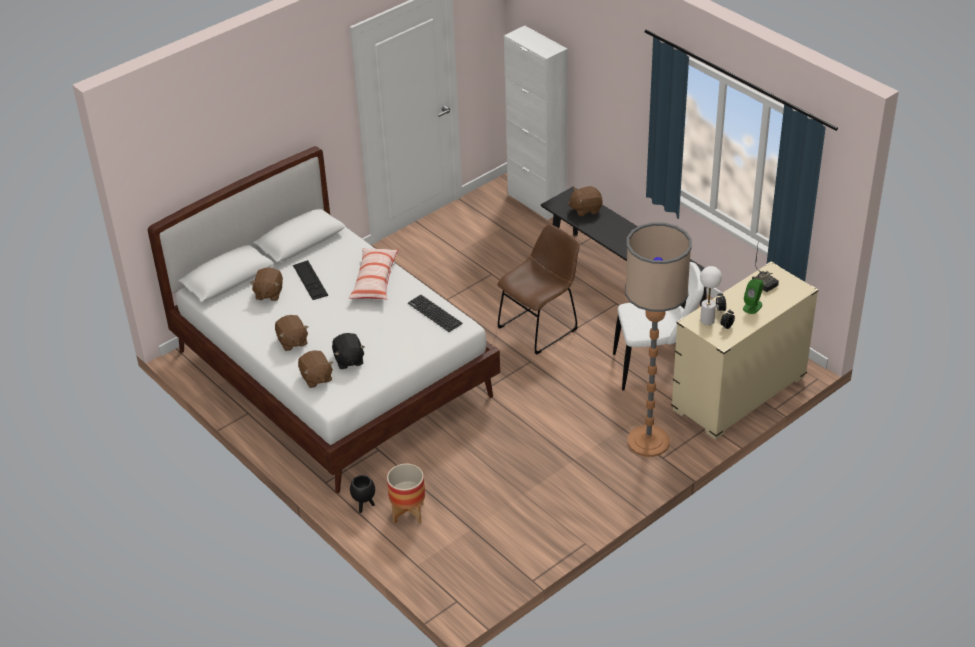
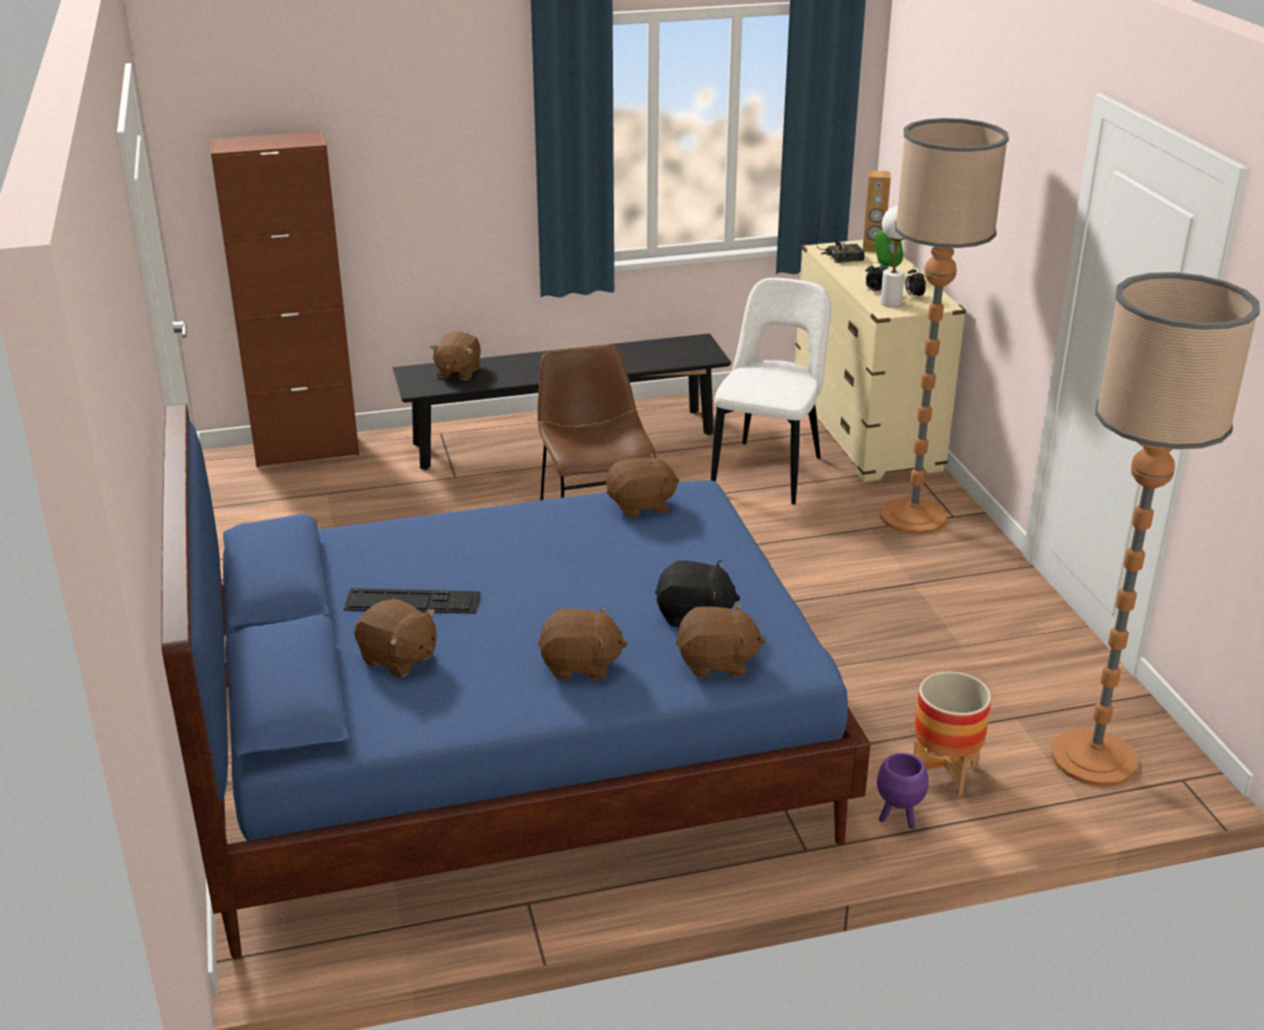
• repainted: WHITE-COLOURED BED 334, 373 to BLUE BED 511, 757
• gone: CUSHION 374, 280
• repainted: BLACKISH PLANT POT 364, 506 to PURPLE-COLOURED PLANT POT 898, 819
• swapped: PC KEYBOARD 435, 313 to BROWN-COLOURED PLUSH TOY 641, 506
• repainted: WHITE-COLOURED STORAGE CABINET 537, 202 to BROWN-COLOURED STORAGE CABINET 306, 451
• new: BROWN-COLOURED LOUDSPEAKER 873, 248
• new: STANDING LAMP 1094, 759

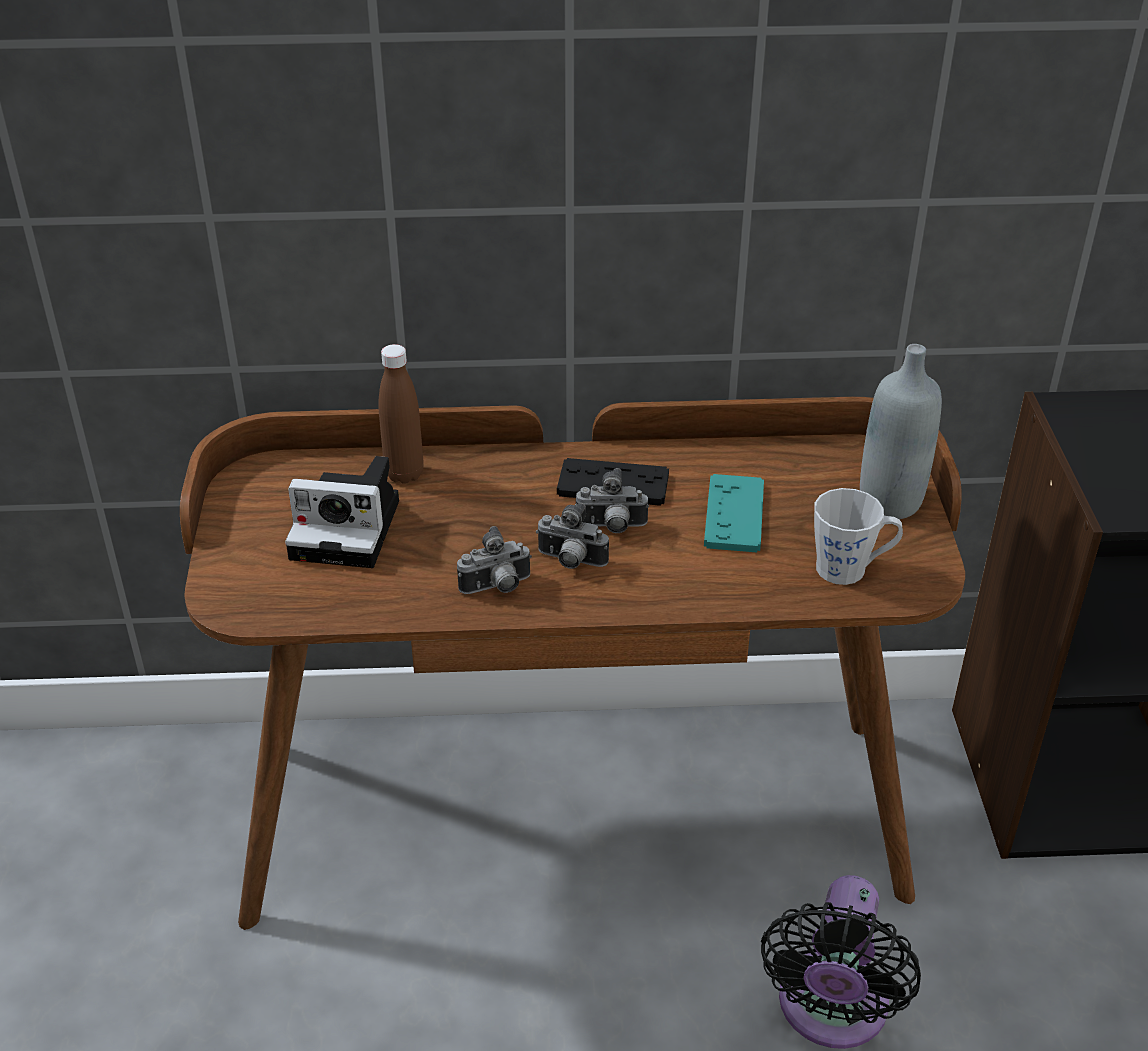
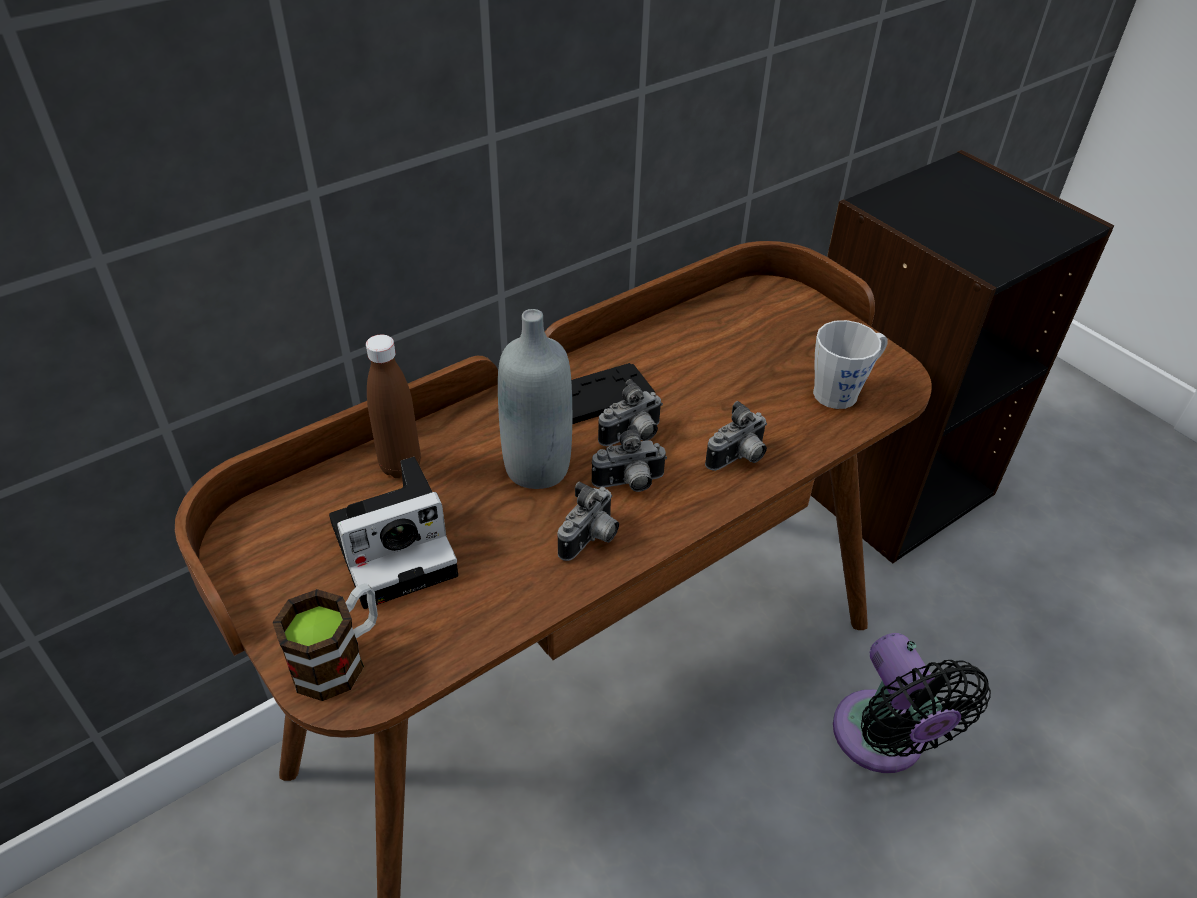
• gone: TURQUOISE GAMEPAD 734, 515
• shifted: GRAY DRINK BOTTLE 890, 501 to 537, 468
• new: MUG 340, 658
• new: STILL CAMERA 739, 459

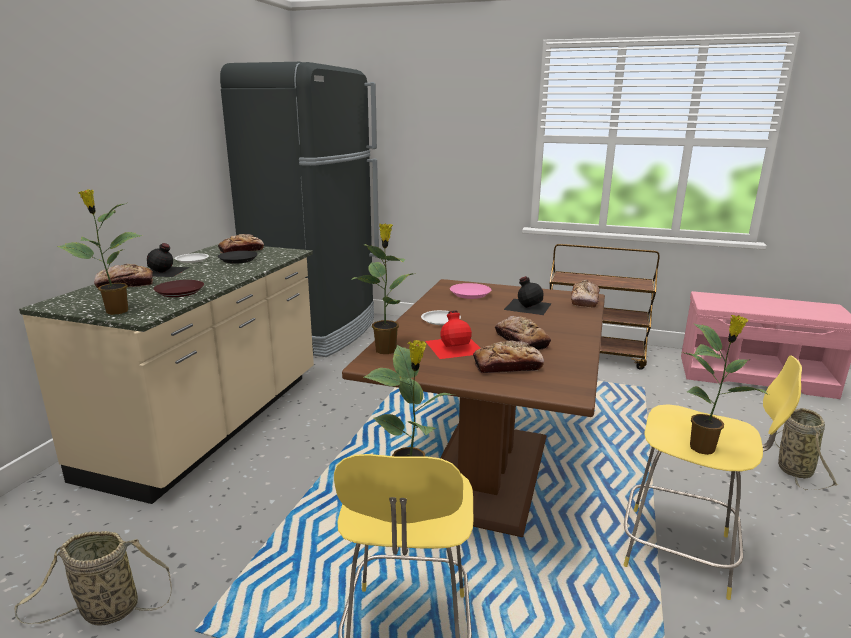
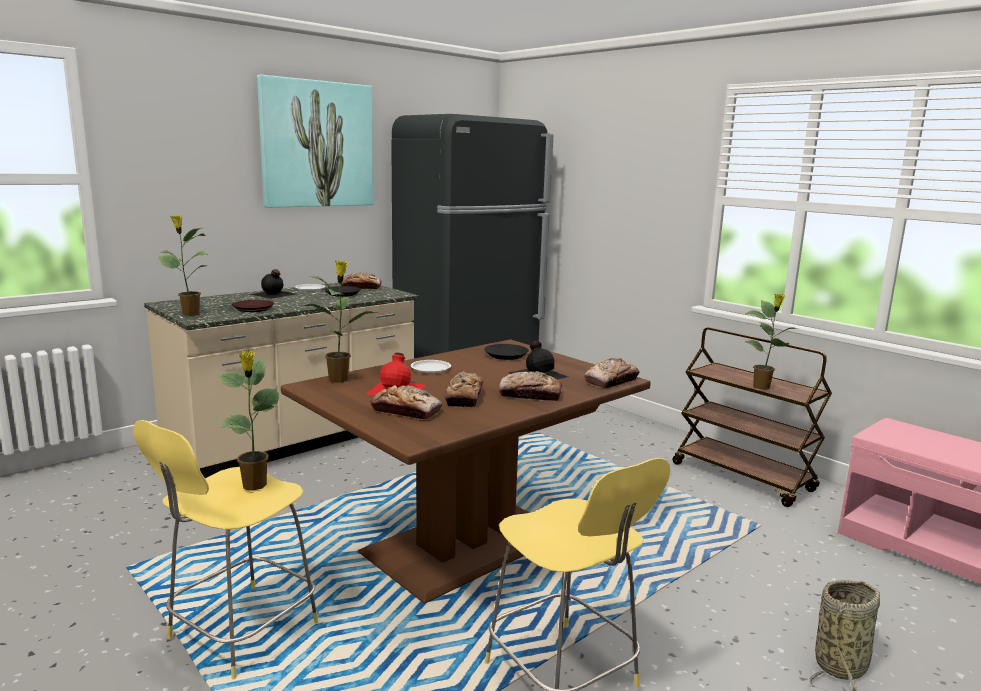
• gone: STORAGE BASKET 105, 611
• shifted: BAKERY BREAD 125, 284 to 530, 395
• repainted: PINK-COLOURED FLAT DISH 470, 294 to BLACKISH FLAT DISH 505, 355
• shifted: POTTED PLANT 704, 448 to 762, 387
• new: WALL PICTURE 317, 144

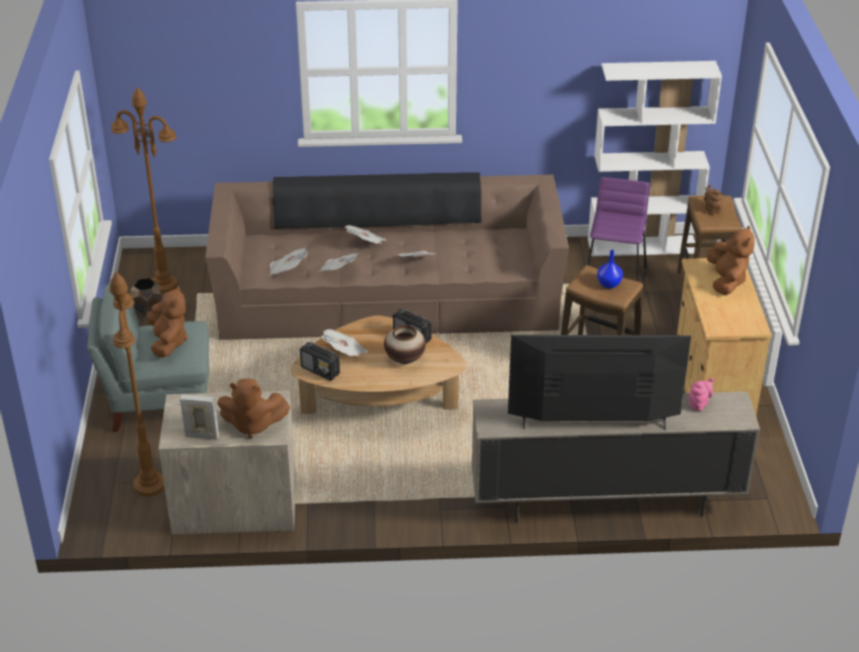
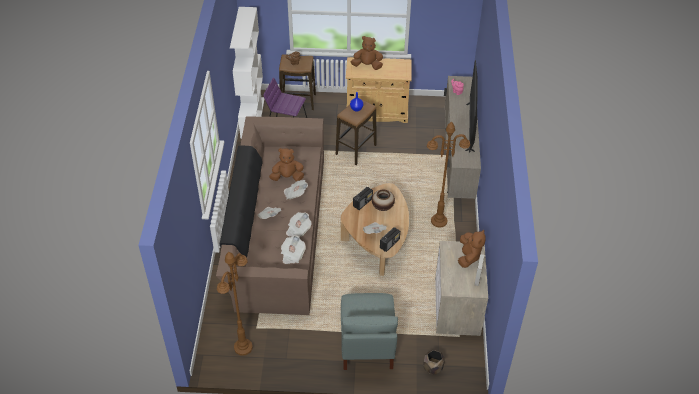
• shifted: BROWN-COLOURED STANDING LAMP 149, 485 to 438, 221
• shifted: BROWN-COLOURED PLANT POT 148, 308 to 432, 367
• shifted: BROWN-COLOURED PLUSH TOY 168, 342 to 287, 177

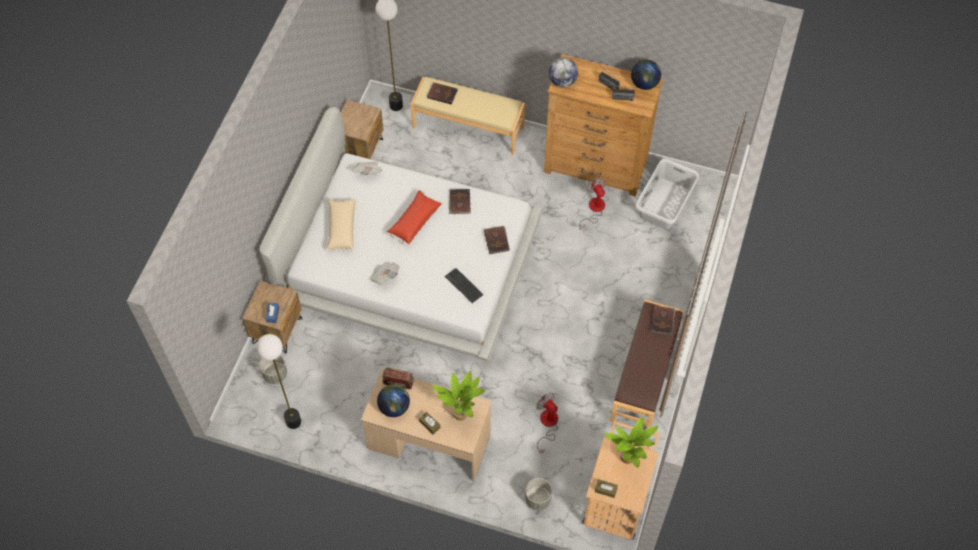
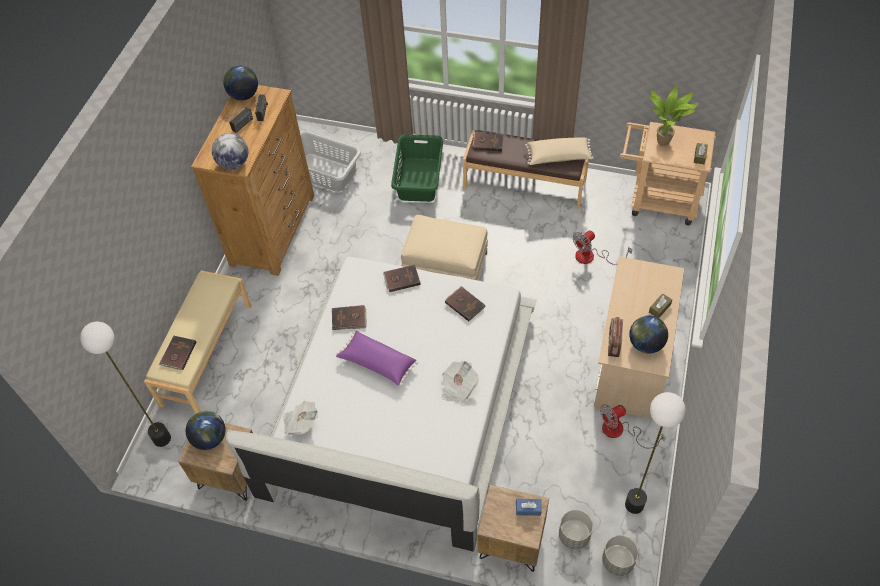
• shifted: SAND-COLOURED CUSHION 341, 229 to 558, 157
• repainted: RED-COLOURED CUSHION 414, 221 to PURPLE-COLOURED CUSHION 377, 363
• gone: POTTED PLANT 461, 414
• swapped: PC KEYBOARD 464, 285 to BROWN-COLOURED BOOK 465, 304
• shifted: GRAY PLANT POT 538, 499 to 617, 561
• shifted: COOLING FAN 594, 210 to 620, 431
• new: DESK GLOBE 210, 438
• new: GREEN-COLOURED LAUNDRY BASKET 418, 180
• new: SAND-COLOURED FOOTREST 445, 266

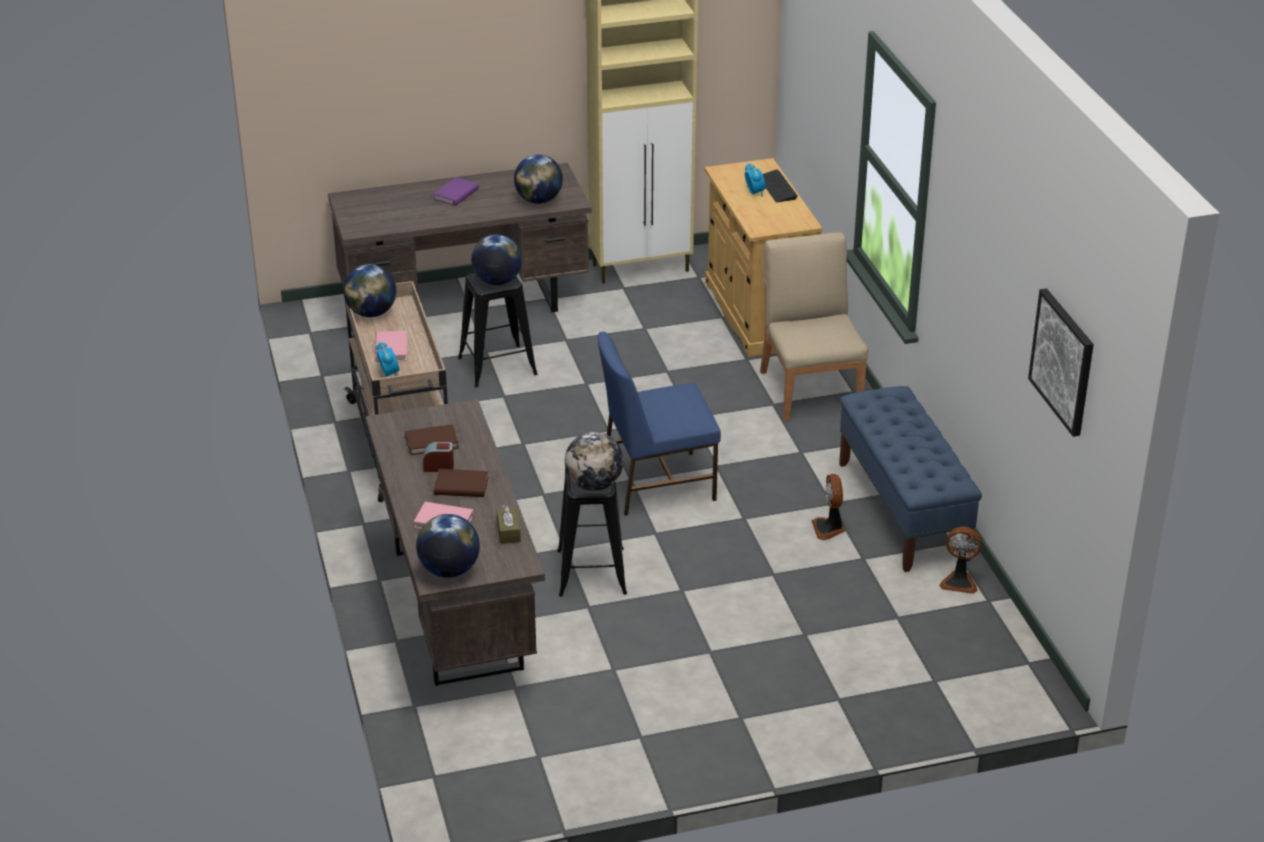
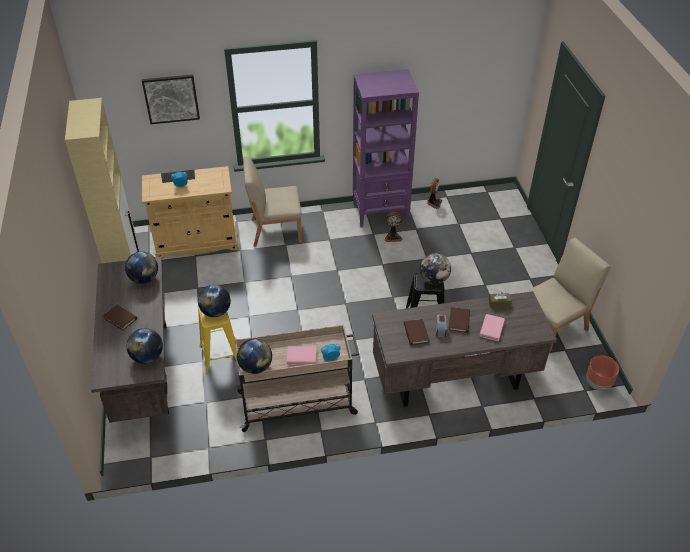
• shifted: DESK GLOBE 449, 570 to 147, 357
• repainted: PURPLE-COLOURED BOOK 456, 194 to BROWN-COLOURED BOOK 120, 318
• repainted: BLACKISH STOOL SEAT 498, 366 to YELLOWISH STOOL SEAT 220, 355
• gone: BLUE UPRIGHT CHAIR 656, 483
• swapped: BLUE INDOOR BENCH 903, 511 to PURPLE-COLOURED BOOKCASE 381, 212
• shifted: WALL PICTURE 1063, 361 to 171, 98
• new: SAND-COLOURED UPRIGHT CHAIR 553, 326
• new: BROWN-COLOURED PLANT POT 598, 384

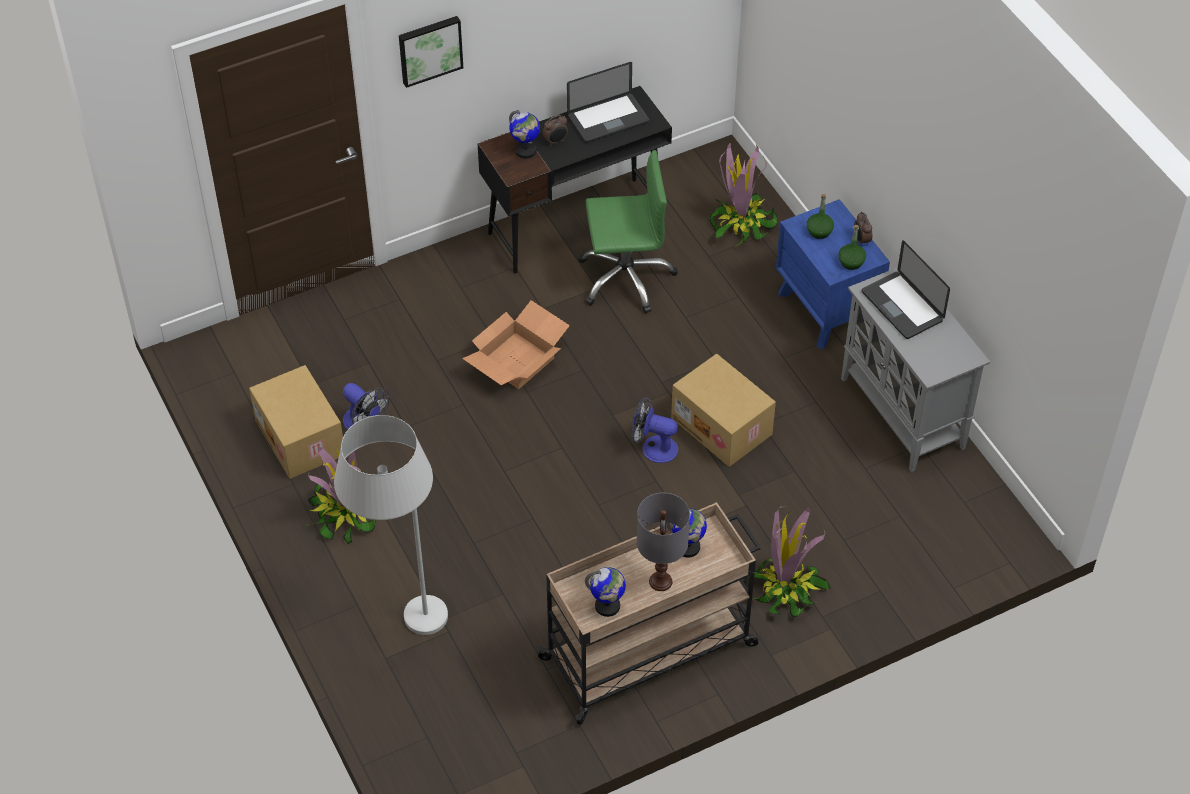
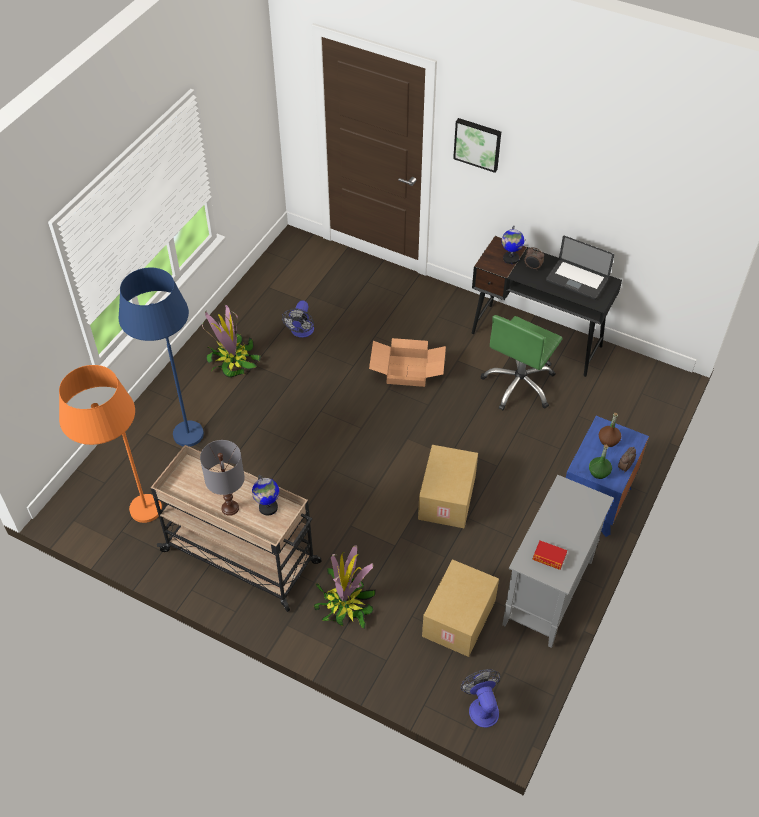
• shifted: CARDBOARD BOX 302, 438 to 460, 619
• repainted: WHITE-COLOURED STANDING LAMP 401, 618 to BLUE STANDING LAMP 178, 424
• rotated: GREEN-COLOURED COMPUTER CHAIR 625, 277 = 519, 385 75 degrees clockwise
• gone: DESK GLOBE 607, 606
• shifted: COOLING FAN 653, 447 to 481, 707
• gone: POTTED PLANT 741, 223
• repainted: GREEN-COLOURED DRINK BOTTLE 819, 231 to BROWN-COLOURED DRINK BOTTLE 608, 440
• gone: LAPTOP 902, 306
• new: ORANGEY STANDING LAMP 131, 519
• new: BOOK 549, 557

